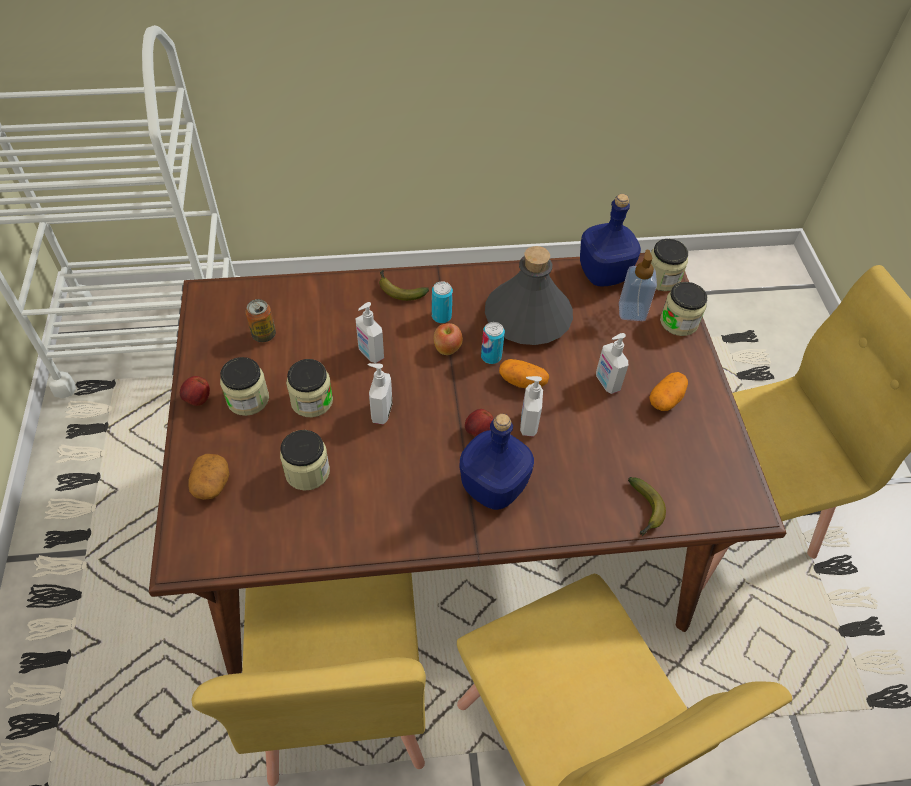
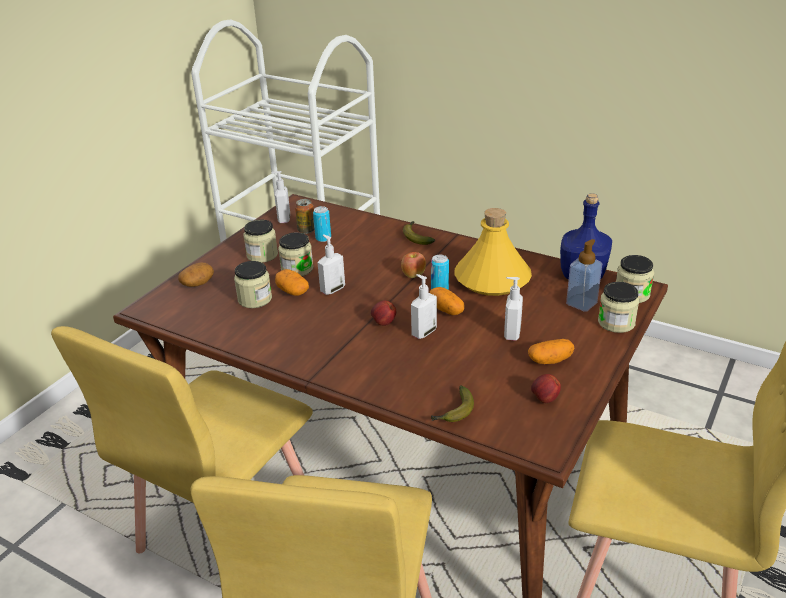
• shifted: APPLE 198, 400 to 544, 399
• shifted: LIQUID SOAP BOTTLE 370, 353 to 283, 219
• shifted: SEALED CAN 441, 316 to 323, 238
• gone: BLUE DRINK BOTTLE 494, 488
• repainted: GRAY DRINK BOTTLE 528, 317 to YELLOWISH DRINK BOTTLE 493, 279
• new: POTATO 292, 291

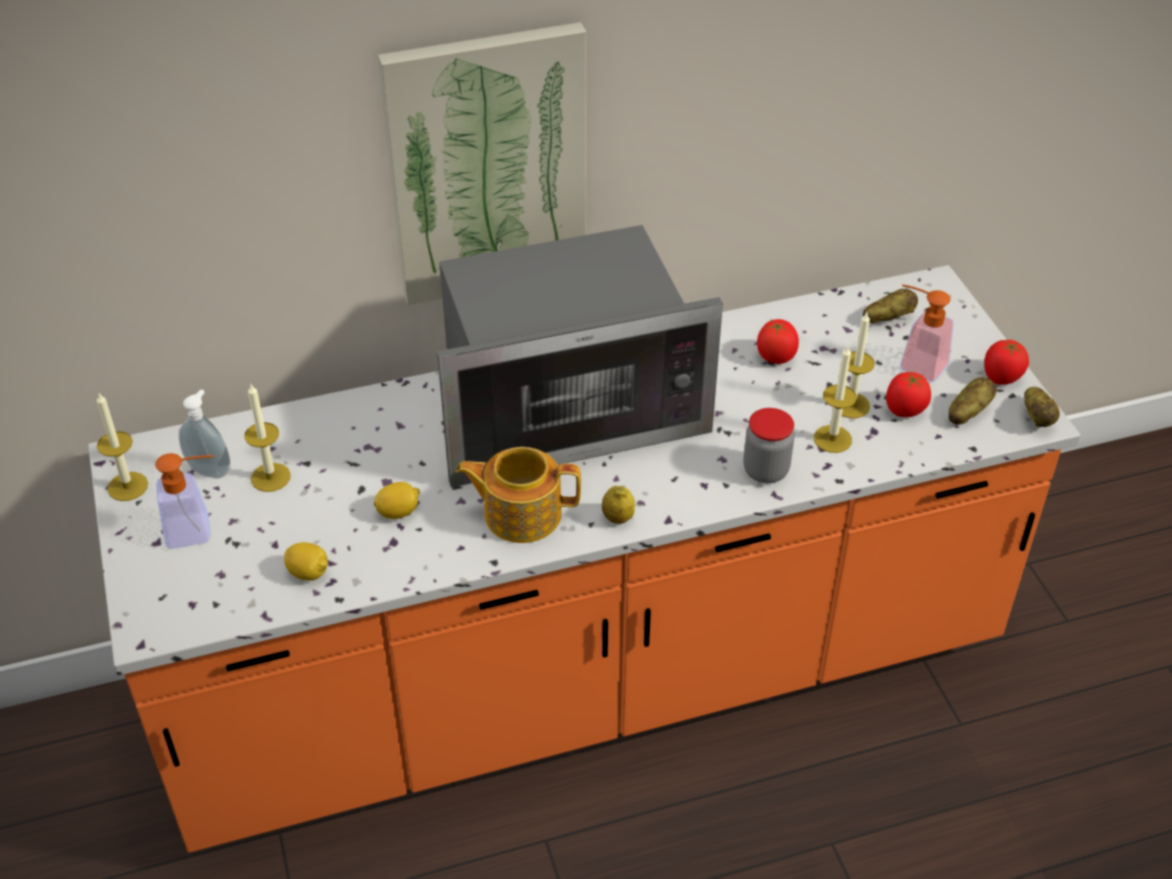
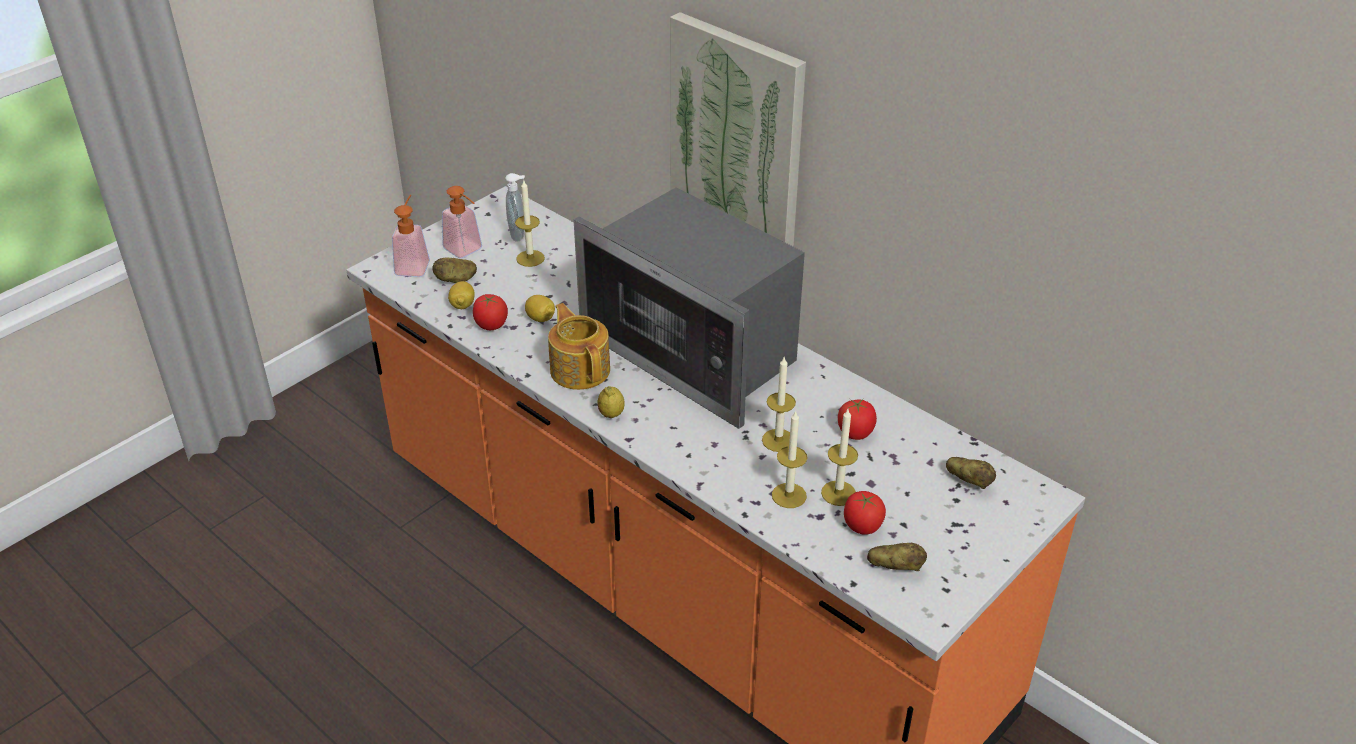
• shifted: CANDLE 128, 486 to 778, 440
• gone: PRESERVE JAR 765, 471
• shifted: LIQUID SOAP BOTTLE 915, 363 to 414, 264
• shifted: WHOLE TOMATO 1001, 377 to 491, 325
• shifted: POTATO 1037, 418 to 456, 280

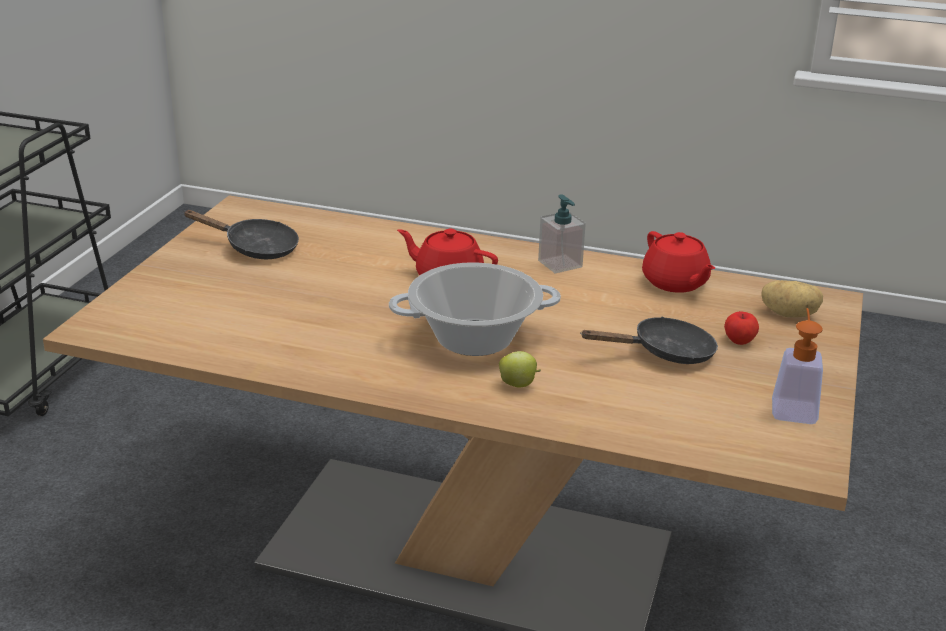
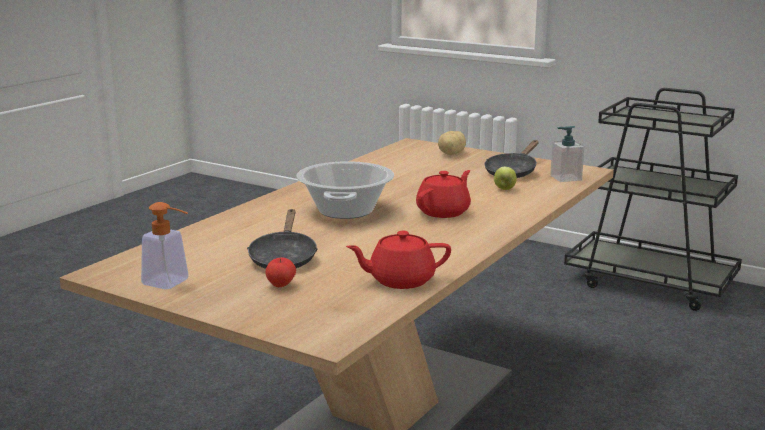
• shifted: APPLE 518, 385 to 504, 189
• shifted: LIQUID SOAP BOTTLE 560, 264 to 565, 178
• shifted: POTATO 789, 314 to 452, 154

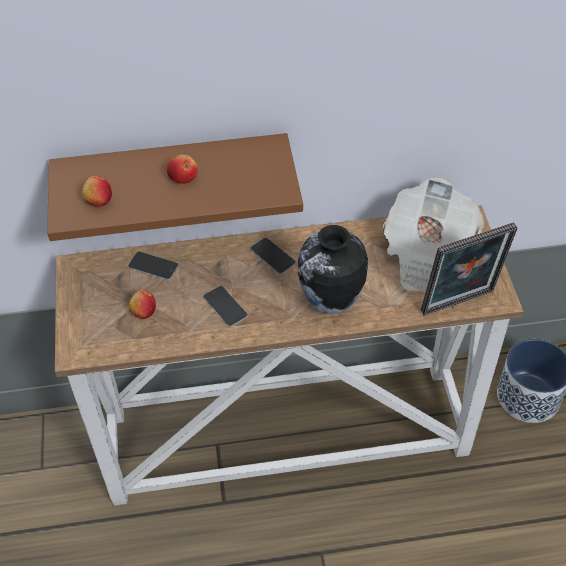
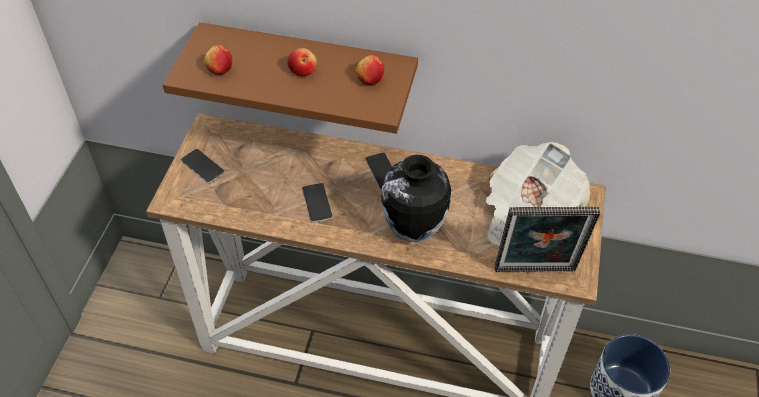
• shifted: TELEPHONE 153, 266 to 202, 166
• shifted: APPLE 143, 311 to 370, 79

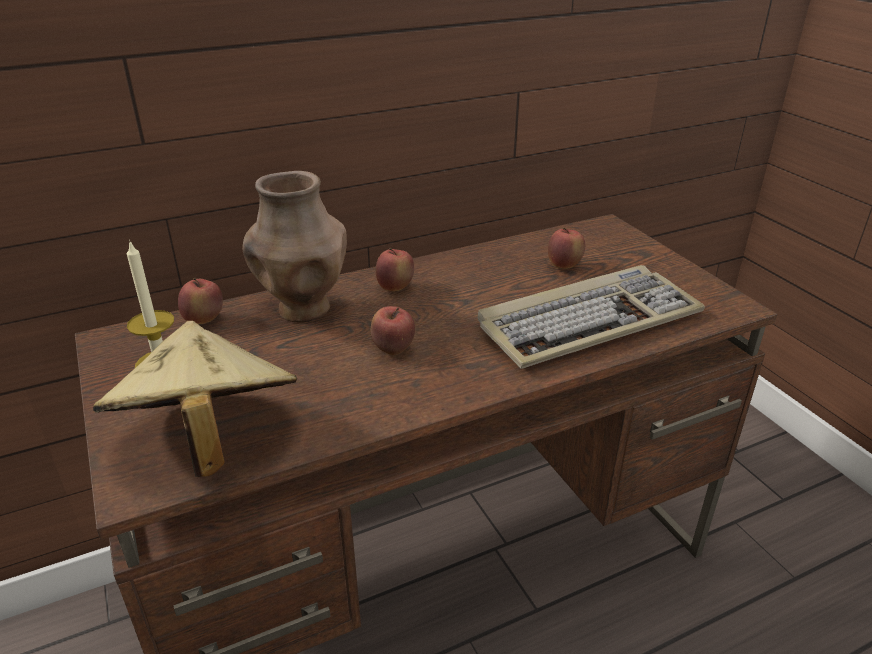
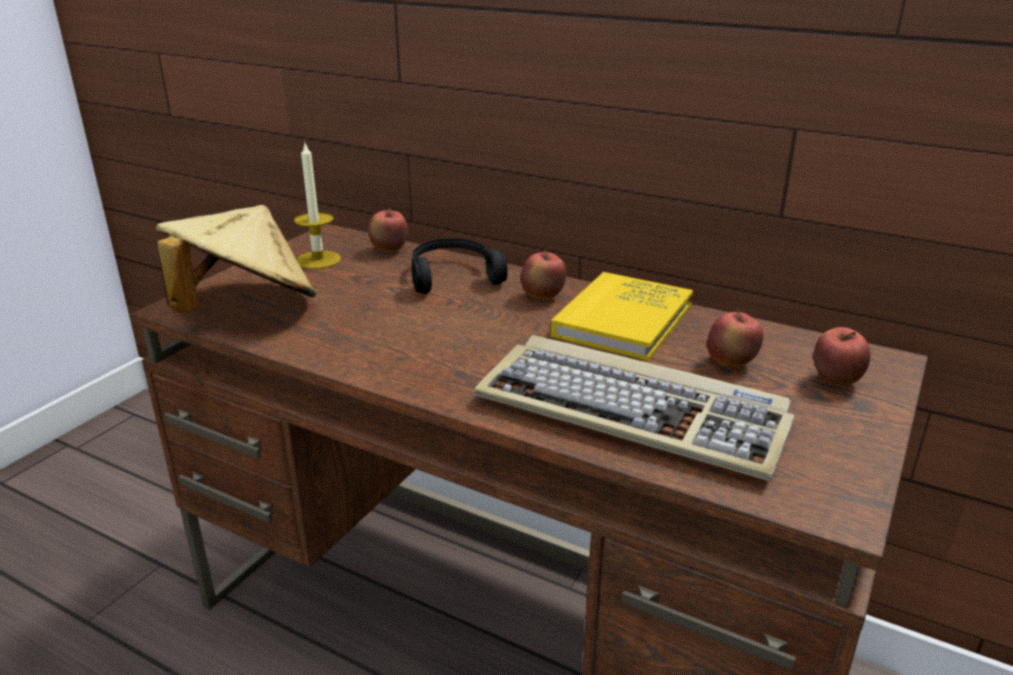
• swapped: BROWN-COLOURED DECORATIVE VASE 303, 309 to BLACKISH HEADSET 453, 276
• shifted: APPLE 393, 350 to 835, 381
• new: YELLOWISH BOOK 623, 320

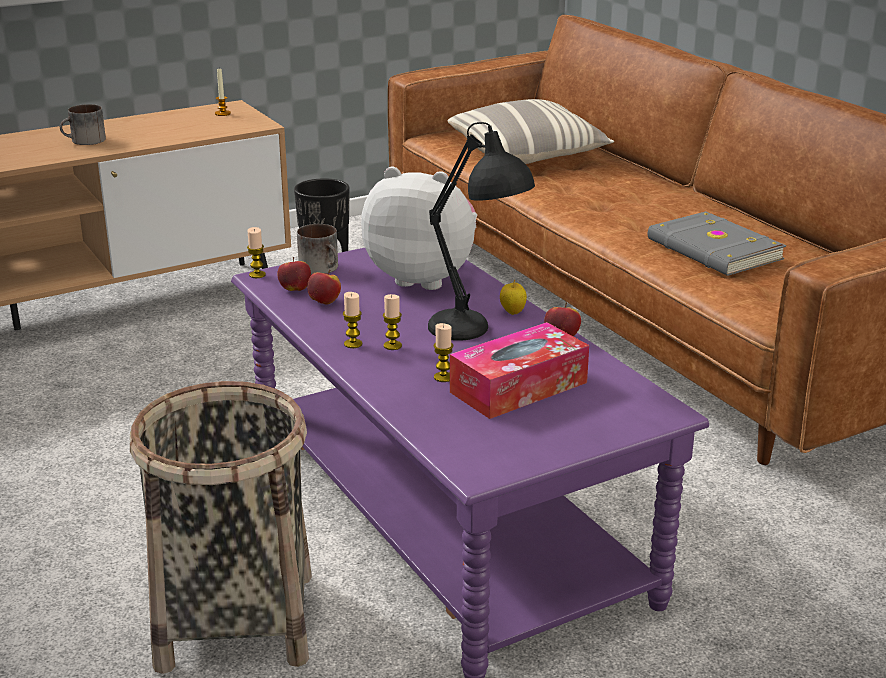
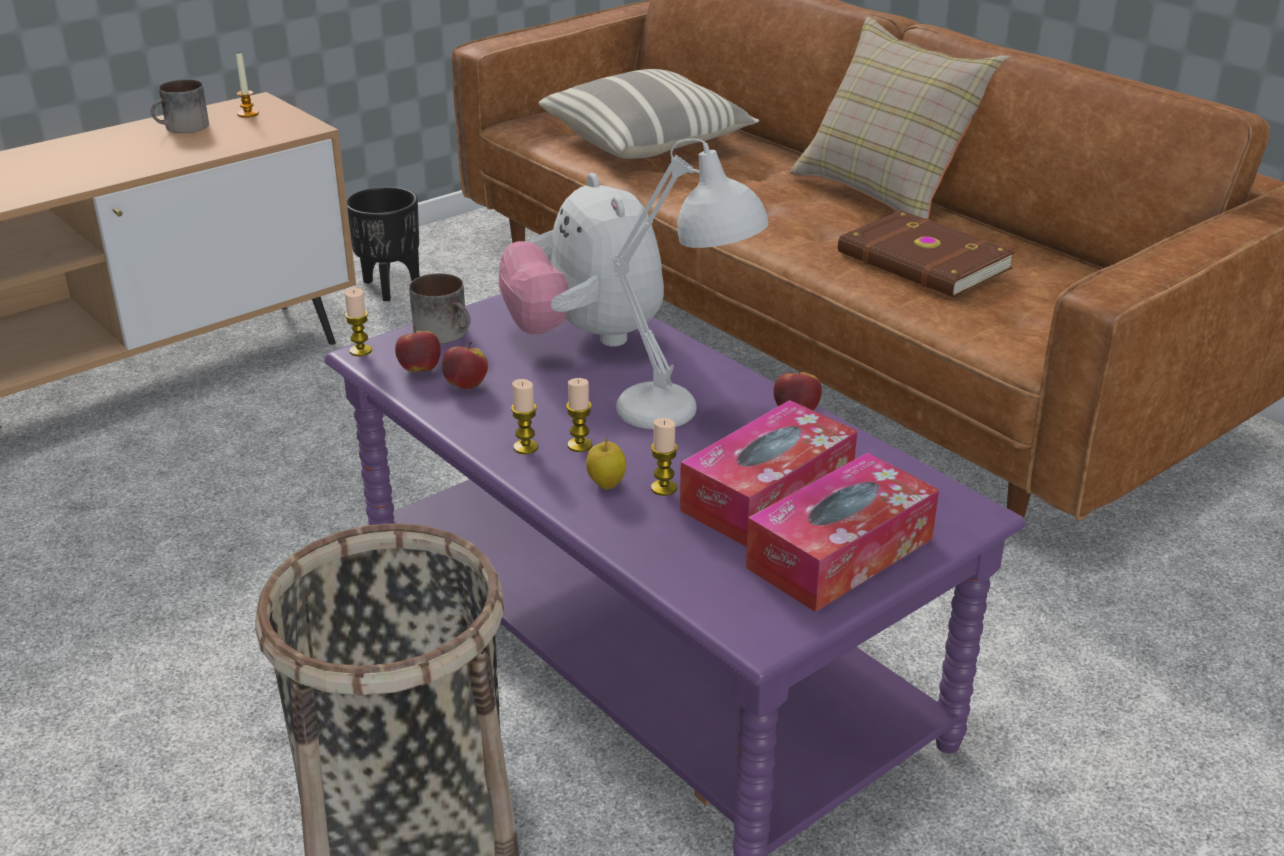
• shifted: MUG 84, 141 to 183, 128
• rotated: PLUSH TOY 423, 278 = 585, 337 120 degrees counterclockwise
• repainted: BLACKISH LAMP FOR A TABLE 477, 335 to WHITE-COLOURED LAMP FOR A TABLE 685, 418
• shifted: APPLE 512, 312 to 606, 484
• repainted: GRAY BOOK 713, 250 to BROWN-COLOURED BOOK 923, 262
• new: BOX OF TISSUES 840, 553
• new: SAND-COLOURED CUSHION 887, 191

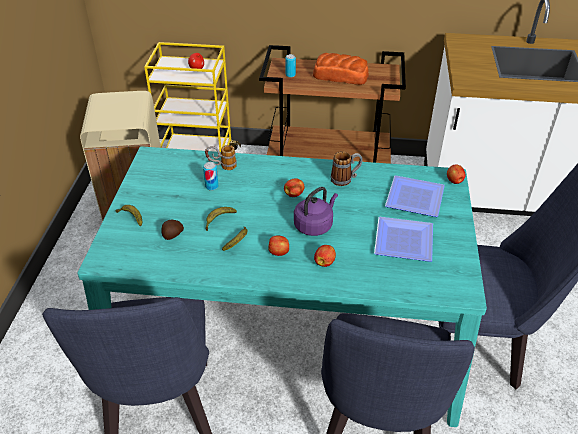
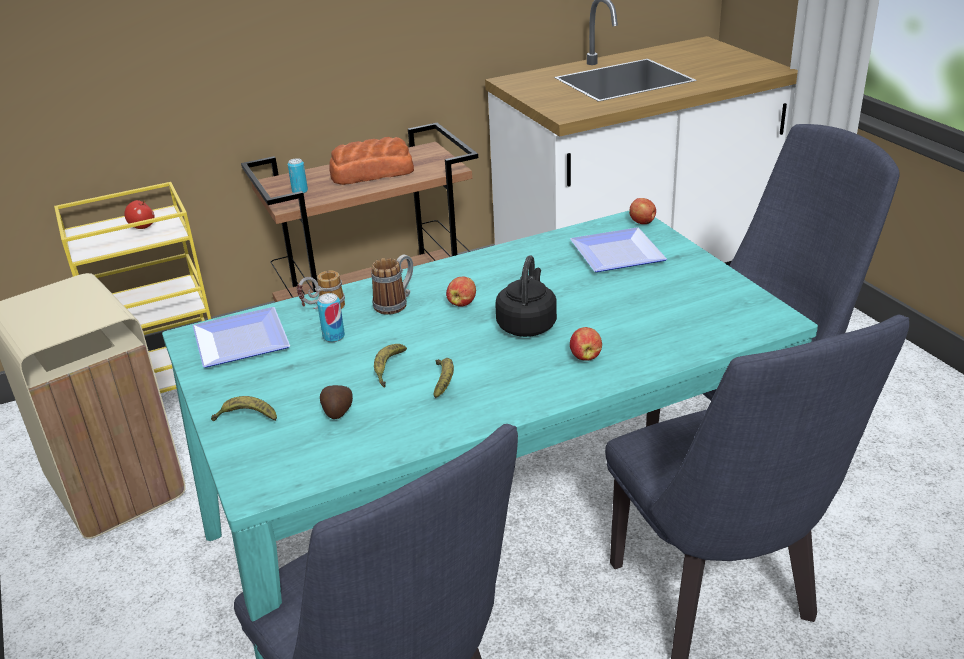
• gone: APPLE 279, 252
• repainted: PURPLE-COLOURED KETTLE 314, 225 to BLACKISH KETTLE 527, 324
• shifted: MUG 345, 179 to 396, 303
• shifted: FLAT DISH 401, 239 to 238, 340

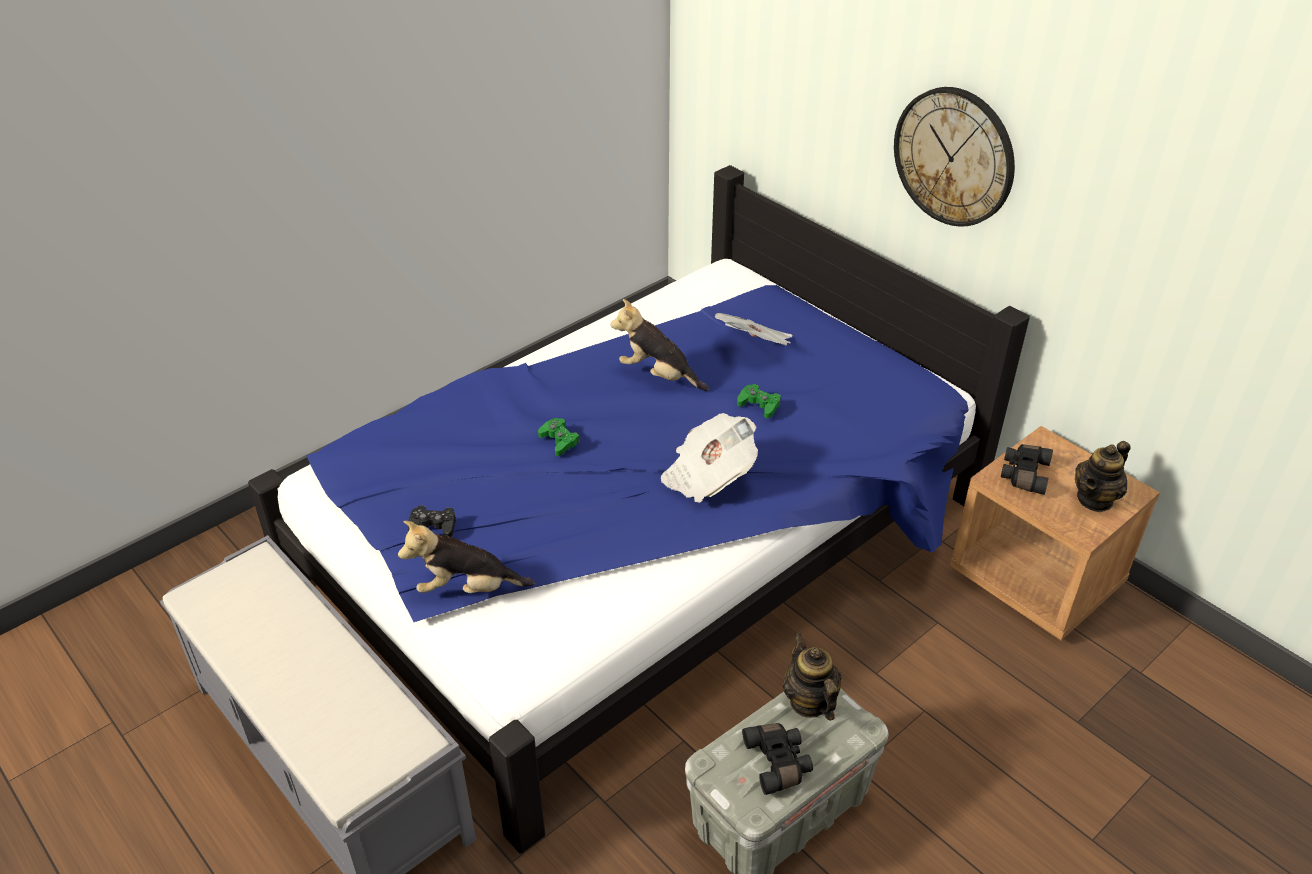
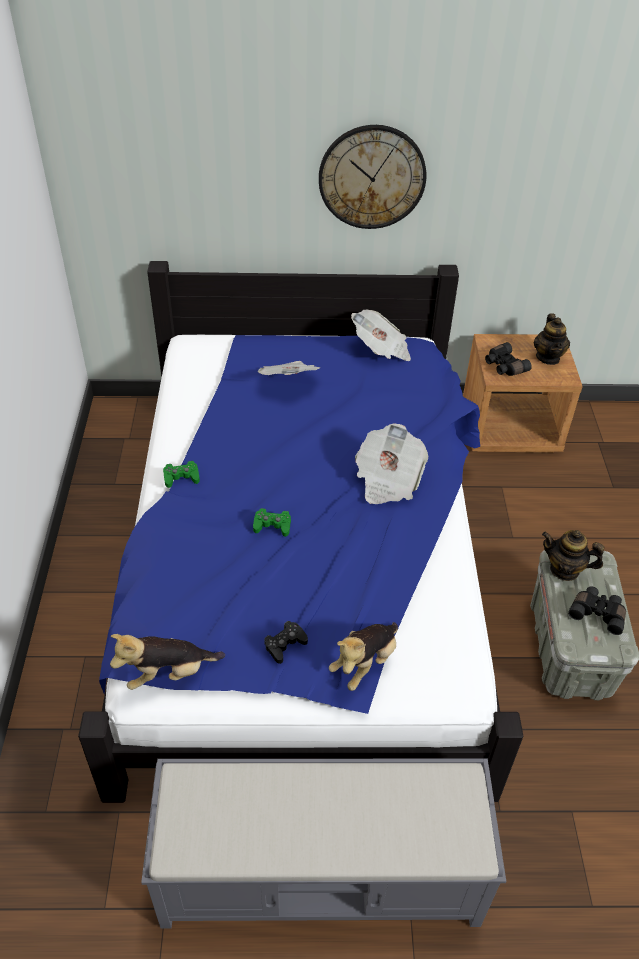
• shifted: PLUSH TOY 658, 375 to 168, 673
• shifted: GREEN-COLOURED GAMEPAD 759, 405 to 181, 477
• new: PRINTED PAPER 381, 350

